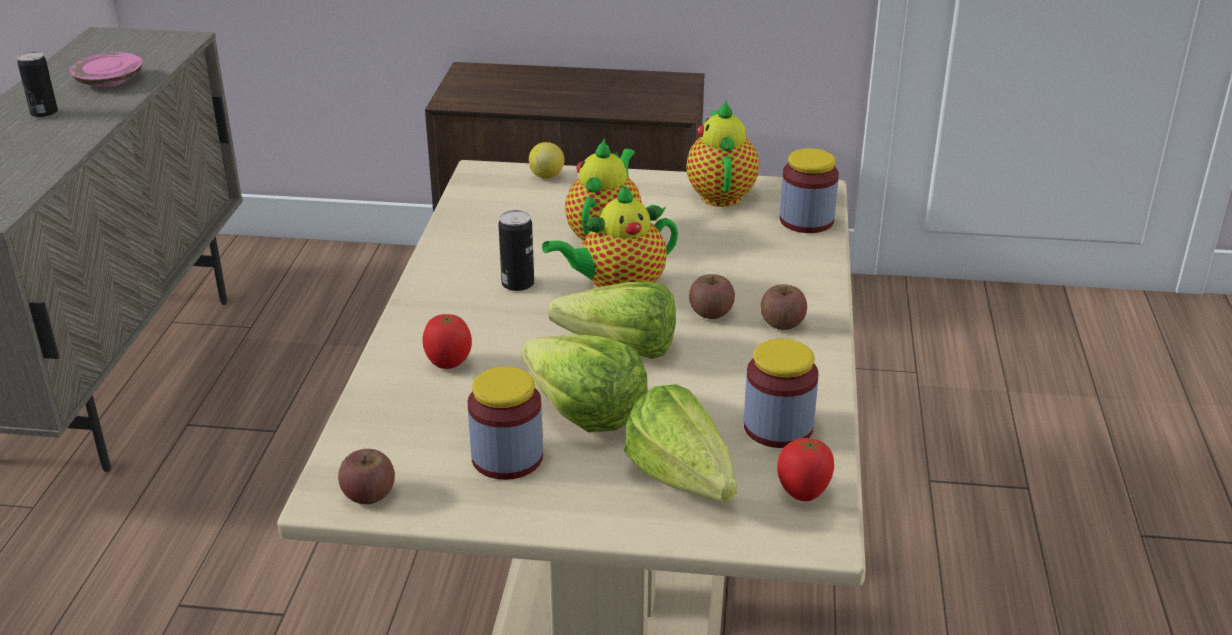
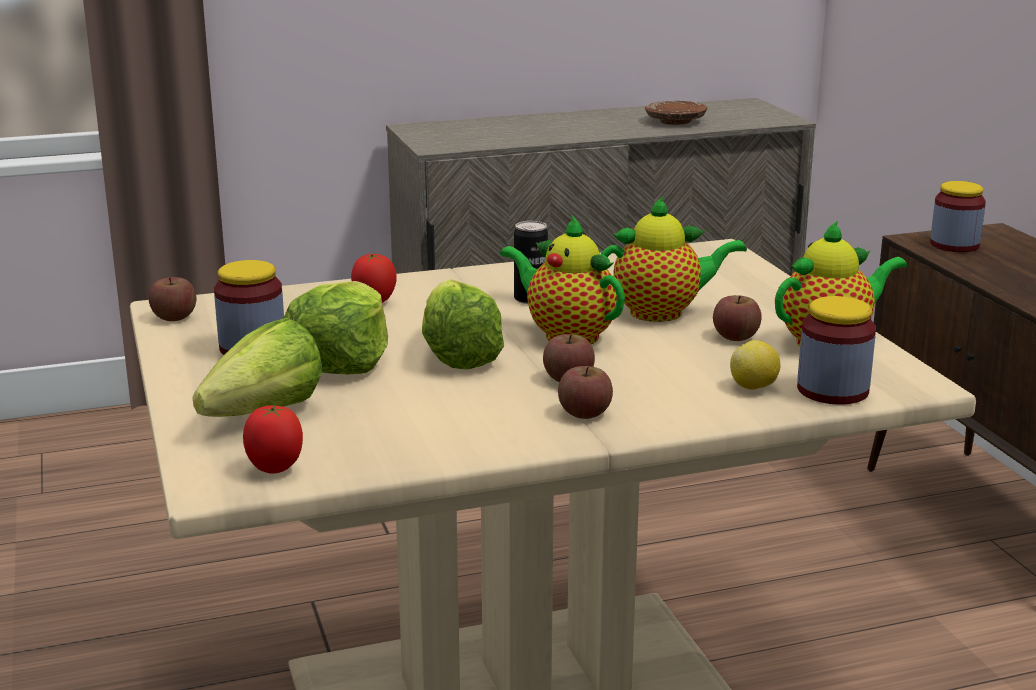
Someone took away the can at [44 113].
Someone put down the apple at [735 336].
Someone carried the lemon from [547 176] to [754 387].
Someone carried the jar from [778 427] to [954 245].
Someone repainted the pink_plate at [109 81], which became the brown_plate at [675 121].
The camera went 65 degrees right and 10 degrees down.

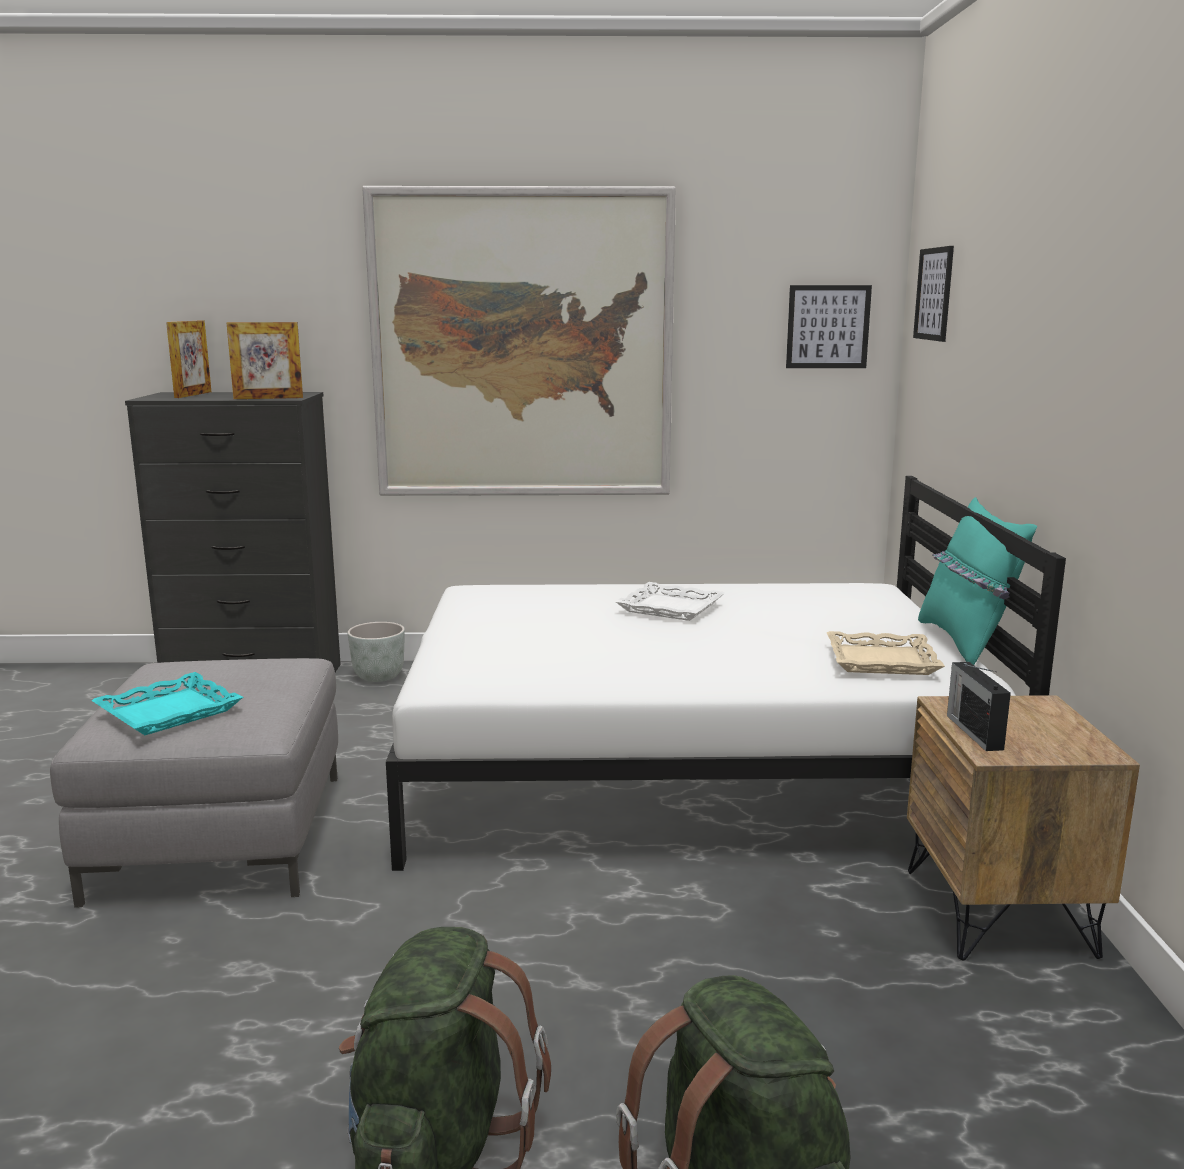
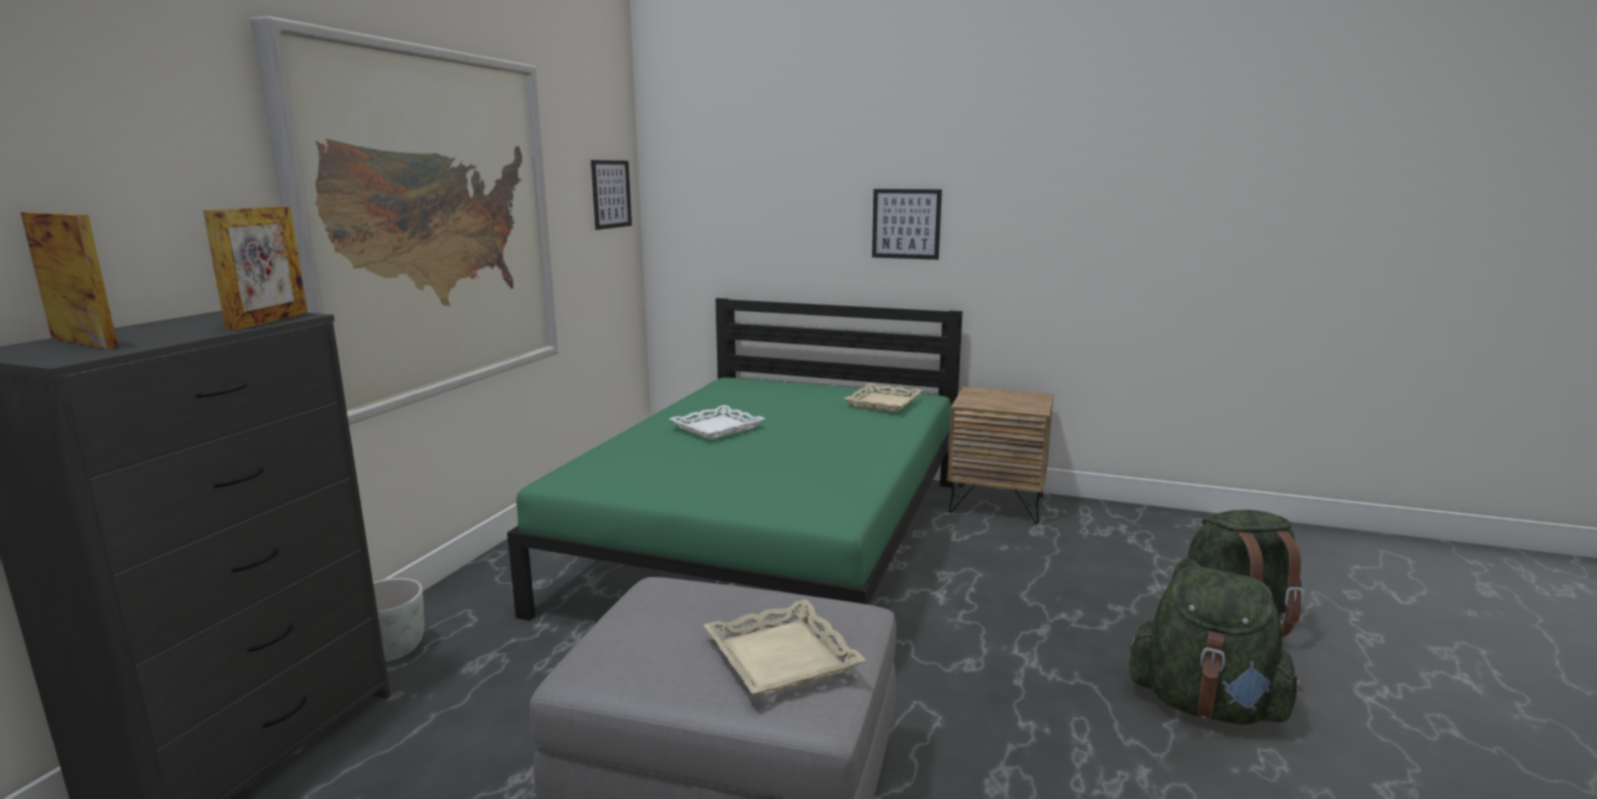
Someone took away the turquoise_pillow at [966 642].
Someone took away the radio at [973 731].
Someone carried the picture from [934 294] to [906 224].
Someone repainted the turquoise_tray at [169 712], which became the beige_tray at [780 657].
Someone repainted the white_bed at [687 768], which became the green_bed at [773 540].
The camera went 70 degrees left and 0 degrees up.

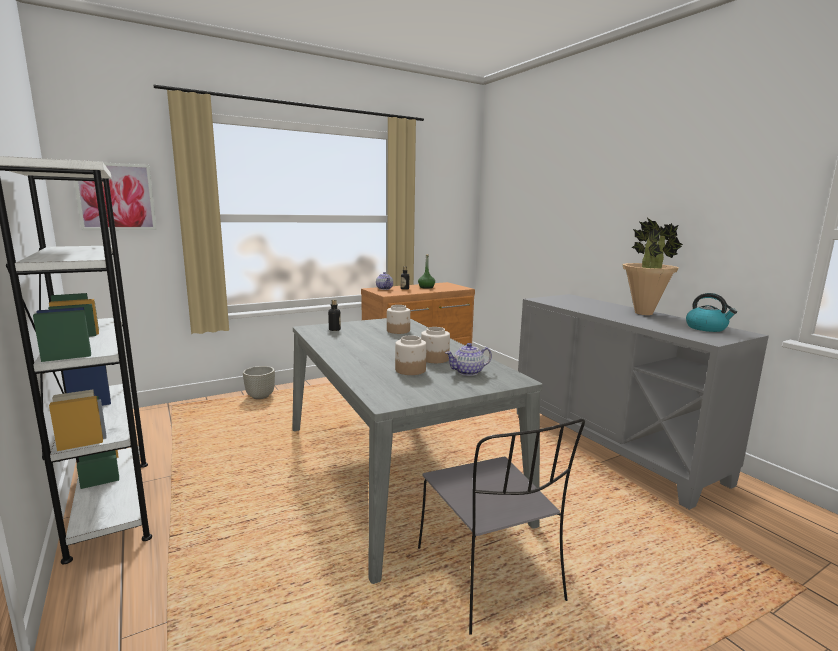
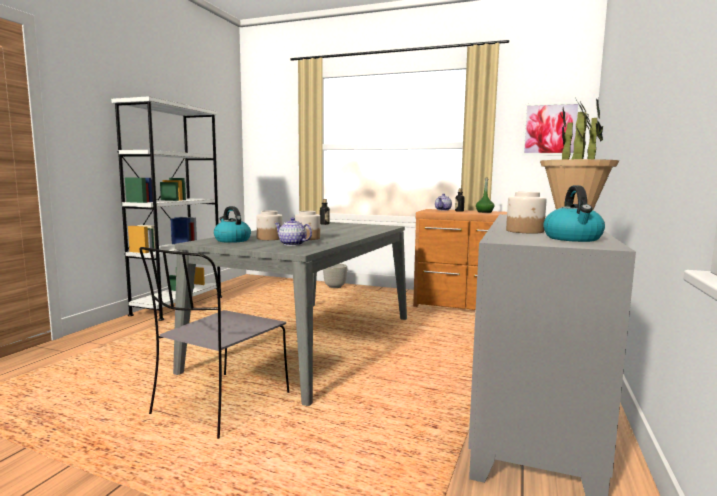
Someone put down the kettle at [232 240].
Someone carried the picture from [116 197] to [550 129].
Someone carried the jar from [398 331] to [525 231].
The camera went 50 degrees right and 5 degrees down.

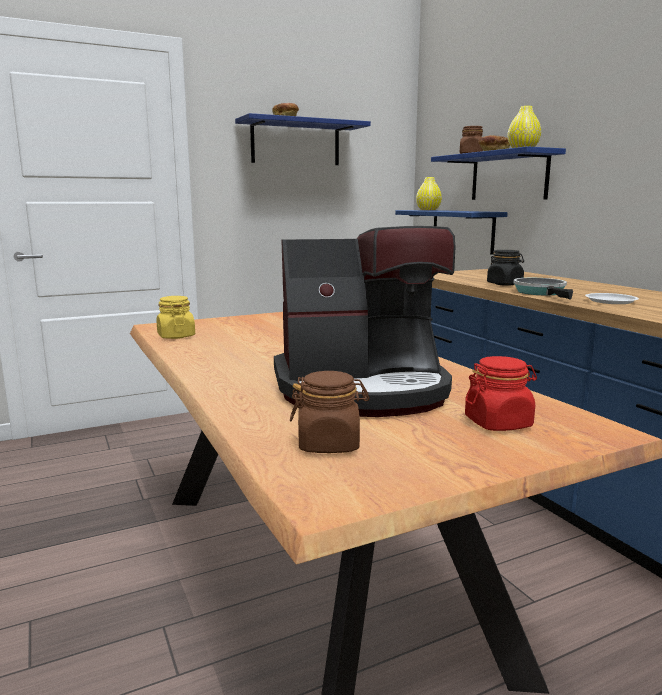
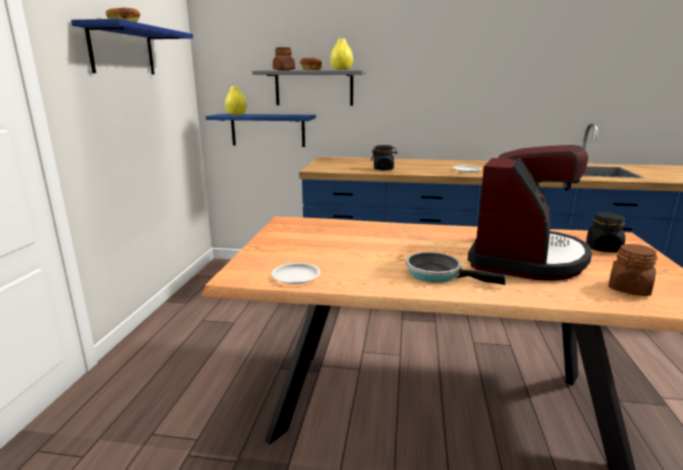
Someone carried the frying_pan from [541 293] to [438 274].
Someone swapped the yellow_jar at [176 336] for the white_plate at [296 276].
Someone repainted the blue_shelf at [509 176], which became the grey_shelf at [314 88].
Someone repainted the red_jar at [498 423], which became the black_jar at [603 248].
The camera went 55 degrees left and 5 degrees up.

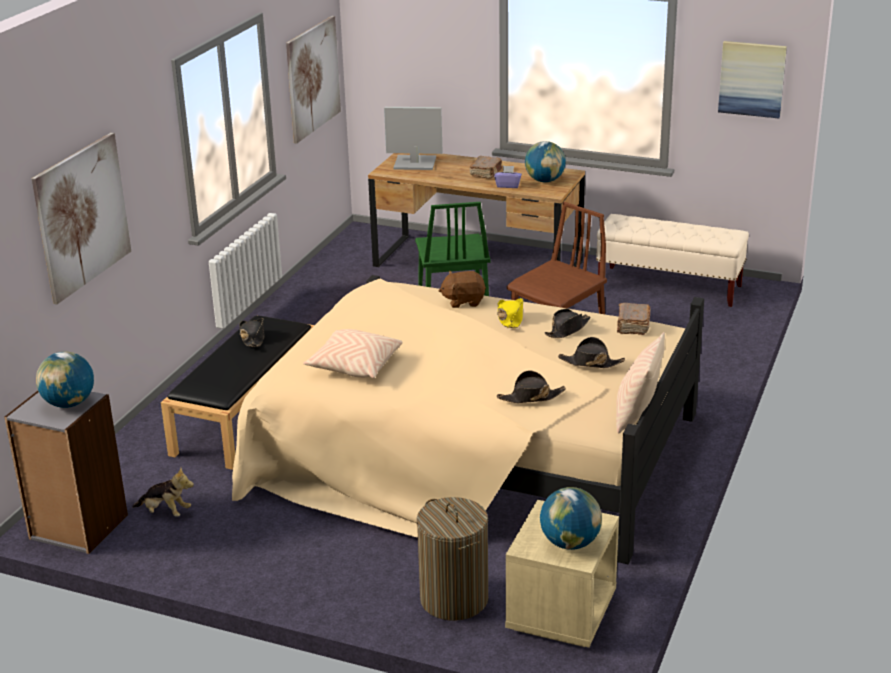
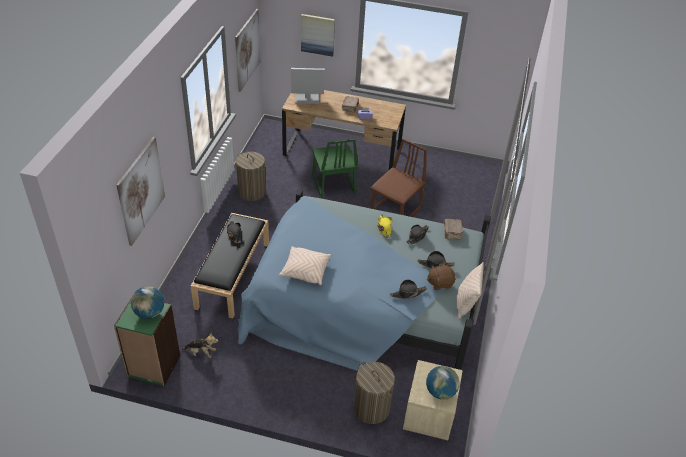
Someone took away the globe at [545 180].
Someone took away the beige_bench at [669 287].
Someone put down the laundry_basket at [252 192].
Someone carried the brown_plush_toy from [463 301] to [440 283].
Someone carried the picture from [752 79] to [317 34].
Someone repainted the grey_bookcase at [78 527], which became the green_bookcase at [153 366].
Someone repainted the beige_bed at [472 454], which became the blue_bed at [363 301].
The camera went 10 degrees left and 15 degrees up.

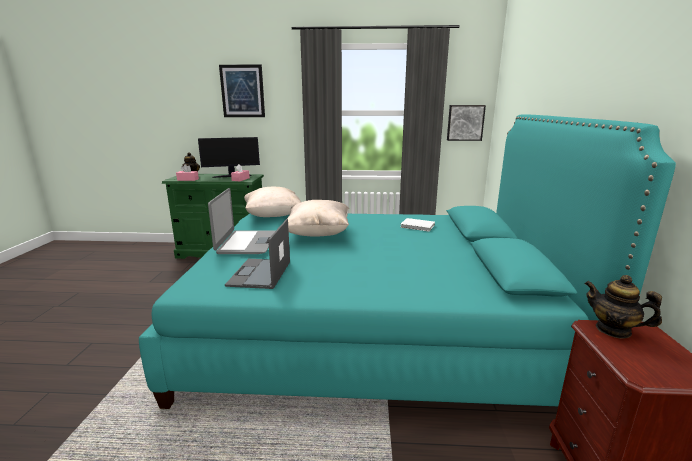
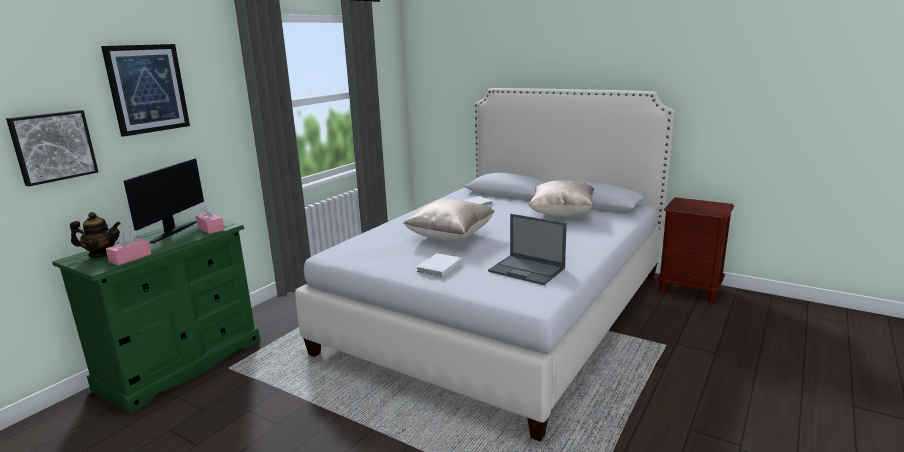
Someone took away the teapot at [613 330].
Someone carried the beige_pillow from [273 216] to [562 214].
Someone carried the picture from [465 123] to [53 146].
Someone swapped the laptop at [247 243] for the white_book at [438 267].
Someone repainted the turquoise_bed at [371 330], which became the white_bed at [502 310].
The camera went 60 degrees left and 0 degrees up.

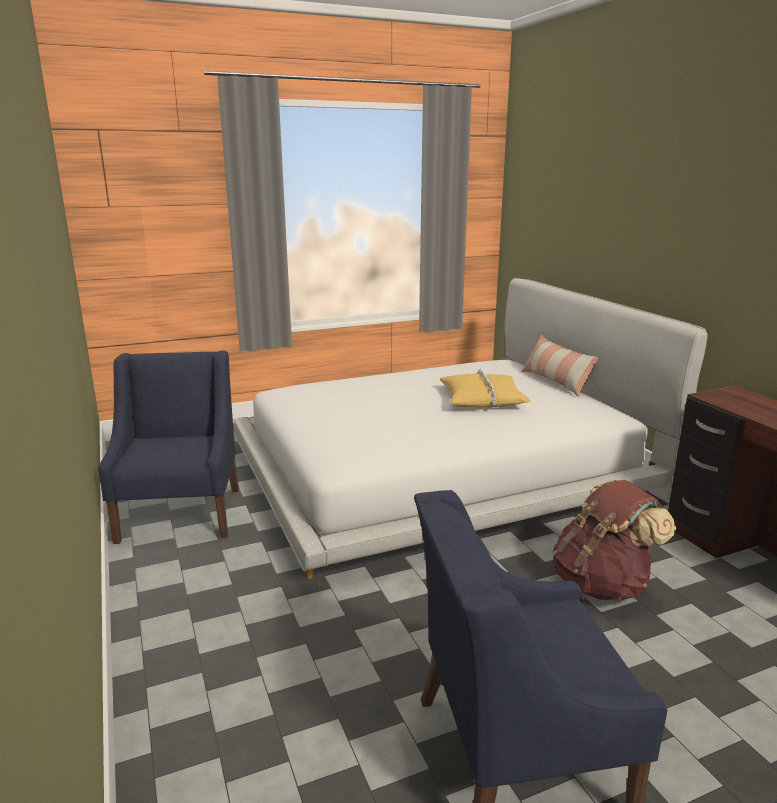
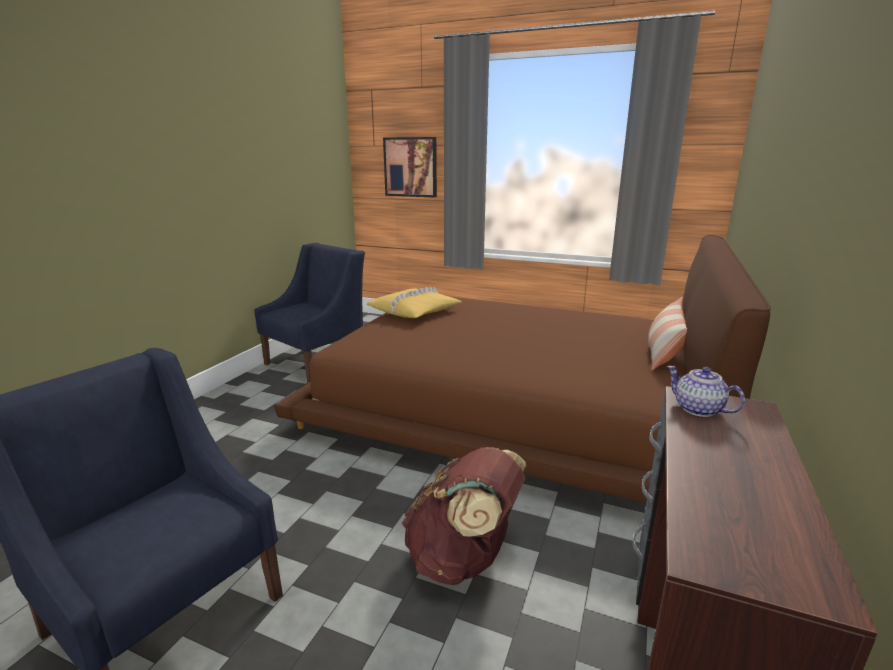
Someone put up the picture at [410 167].
Someone put down the teapot at [698 409].
Someone carried the yellow_pillow from [482 399] to [415 311].
Someone repainted the white_bed at [442 472], which became the brown_bed at [513 405].
The camera went 45 degrees right and 0 degrees up.

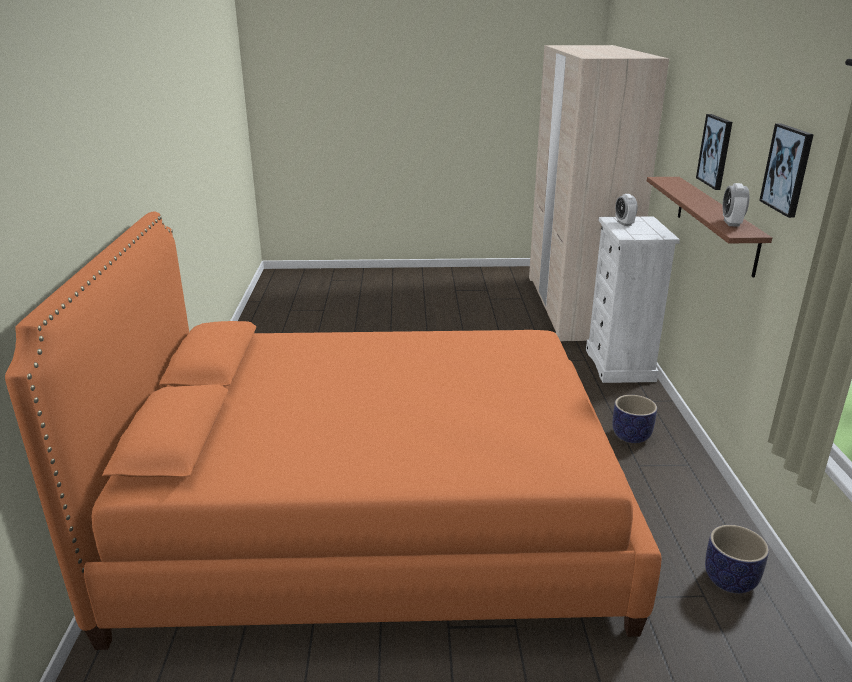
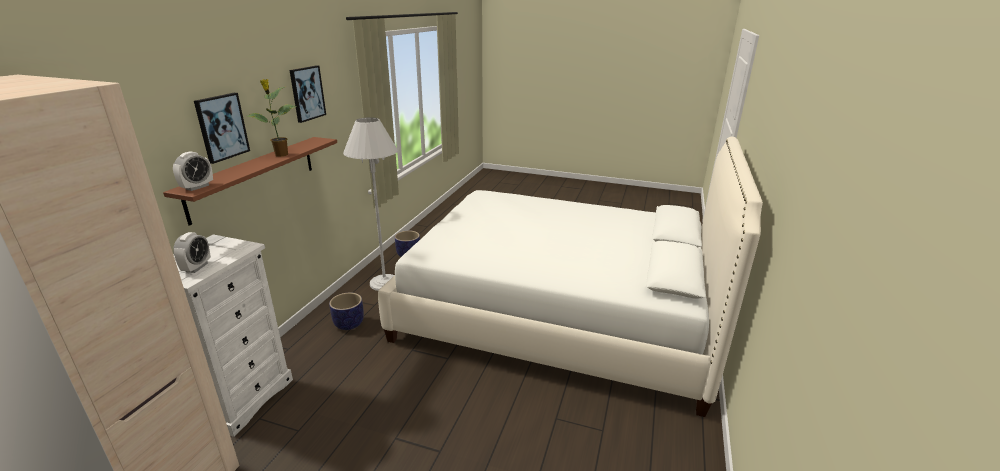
Someone put down the potted_plant at [281 155].
Someone put down the white_floor_lamp at [384 283].
Someone carried the alarm_clock from [731 223] to [197 187].
Someone repainted the orange_bed at [373 516], which became the white_bed at [558 313].
The camera went 160 degrees left and 0 degrees up.

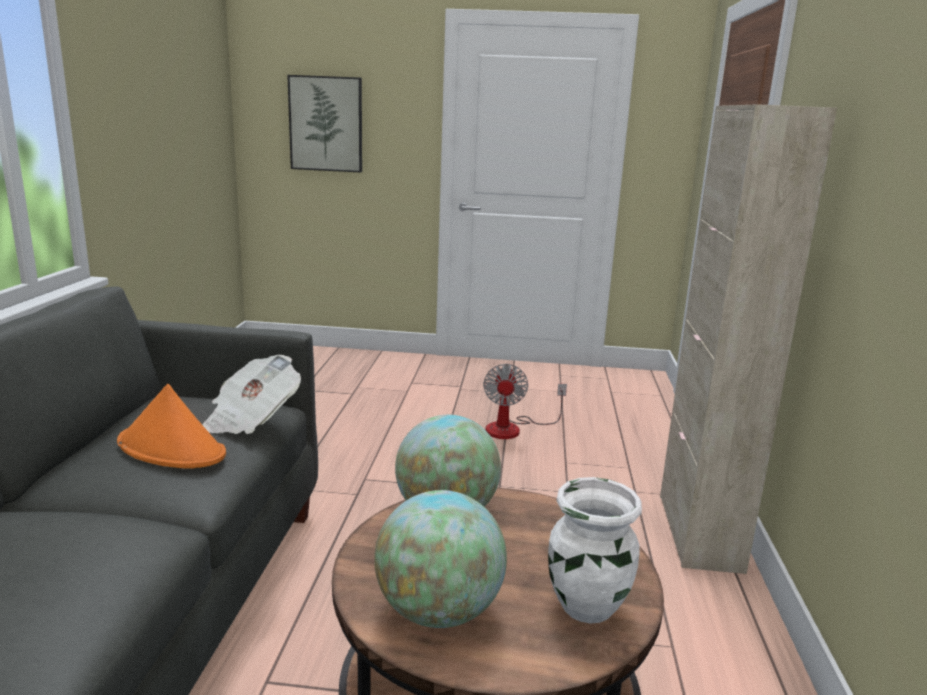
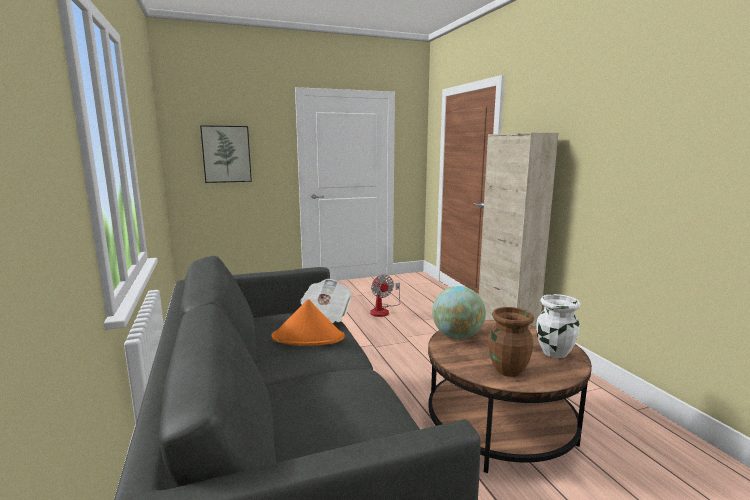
Someone swapped the globe at [438 612] for the brown_vase at [508 370].
The camera went 25 degrees left and 5 degrees down.

